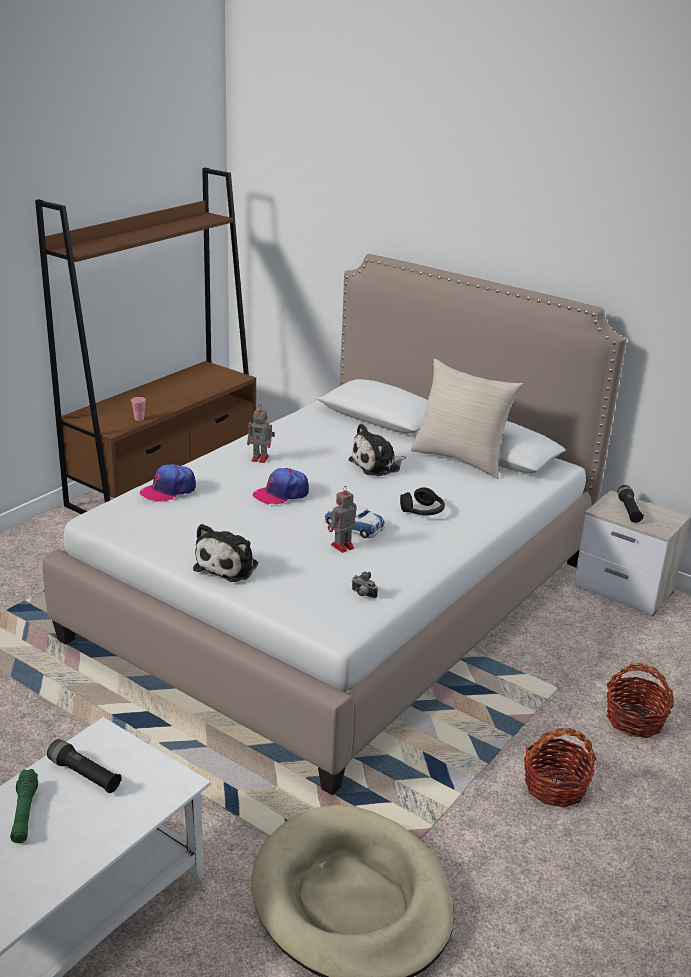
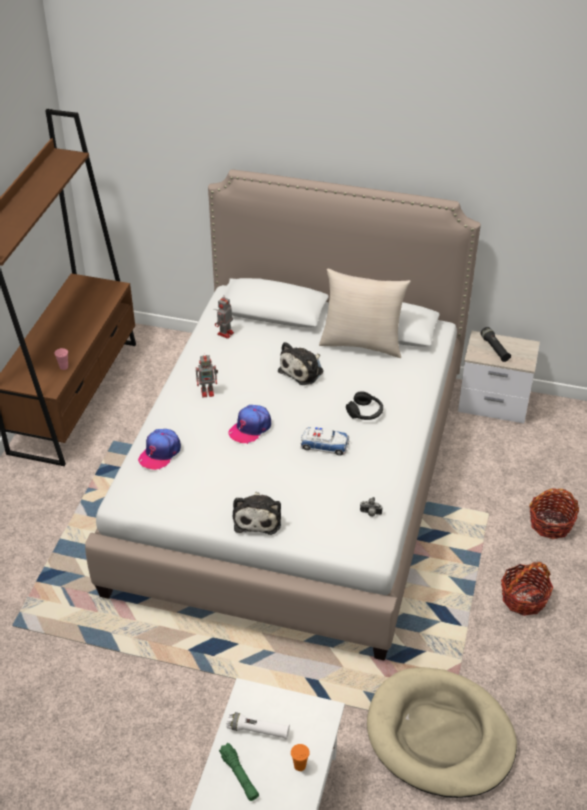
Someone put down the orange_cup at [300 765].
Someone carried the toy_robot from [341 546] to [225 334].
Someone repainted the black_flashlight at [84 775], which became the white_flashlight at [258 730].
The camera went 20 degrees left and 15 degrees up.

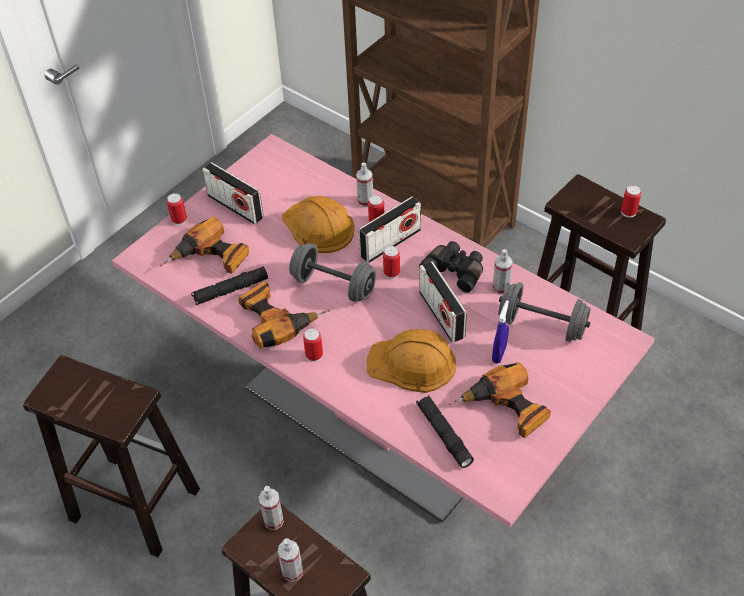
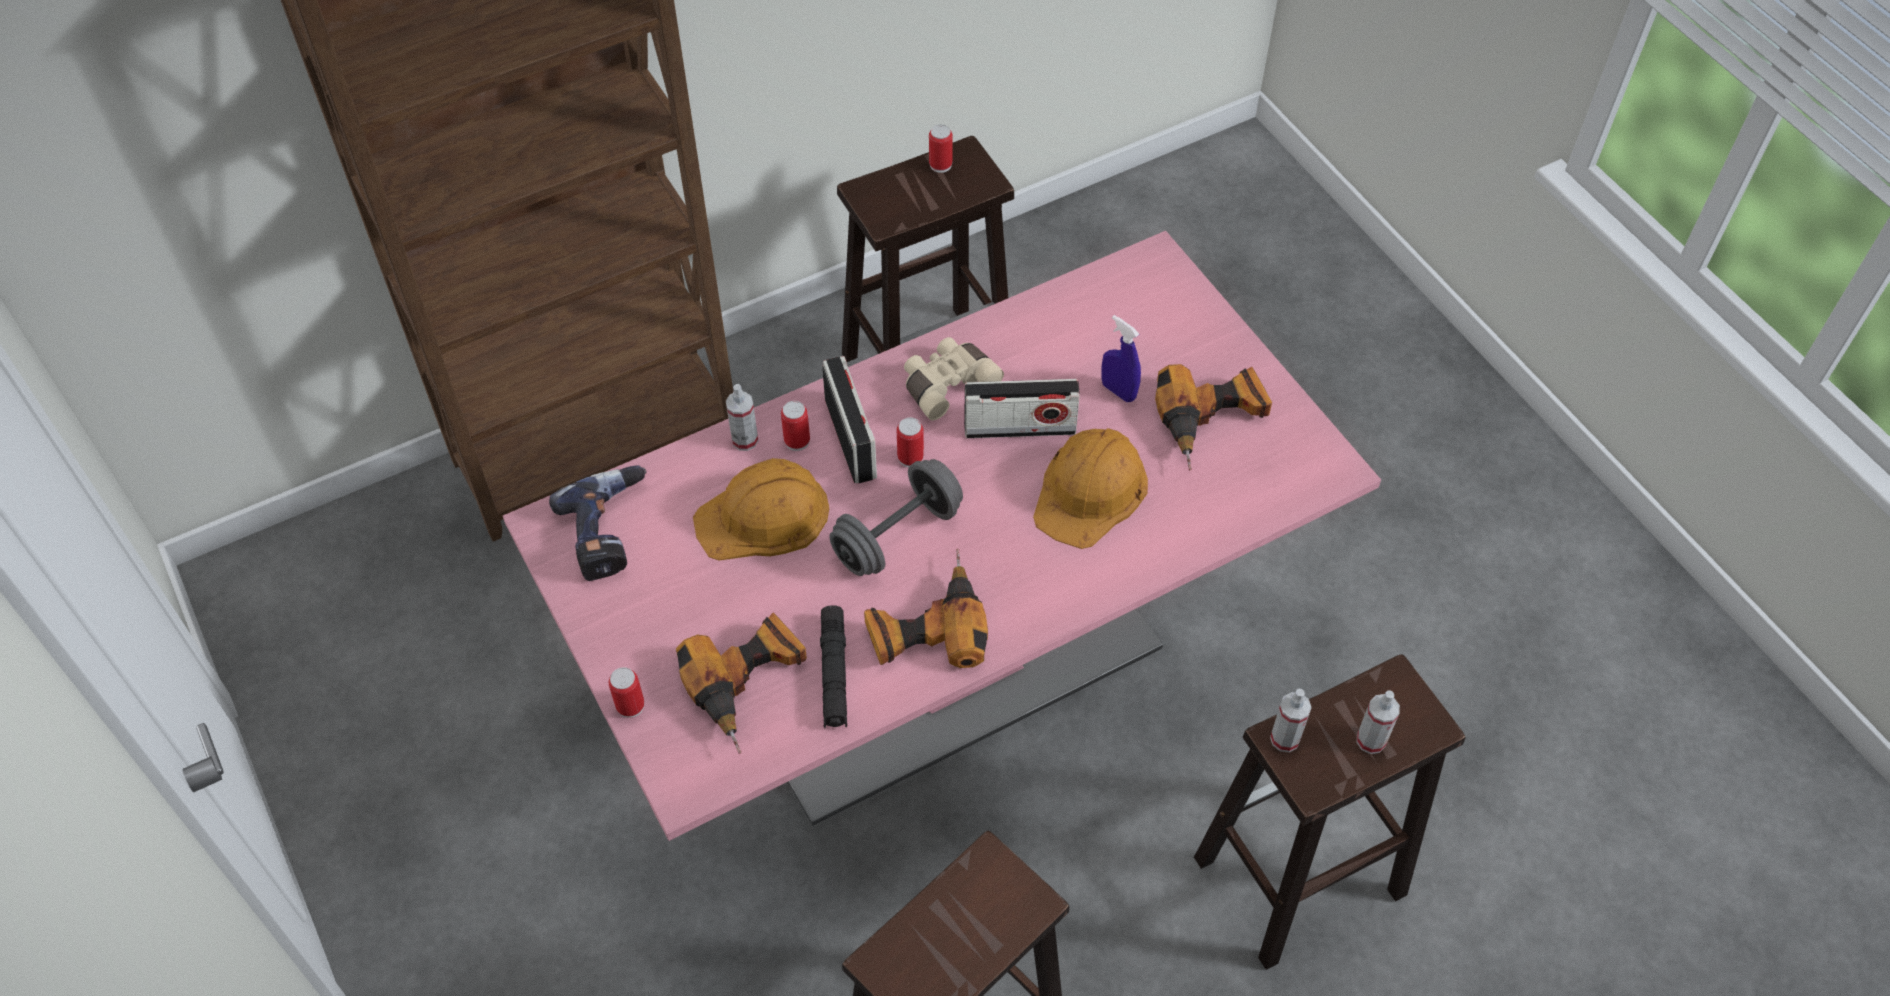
Someone took away the radio at [235 206].
Someone took away the can at [314 355].
Someone took away the black_flashlight at [444 434].
Someone took away the spray_bottle at [501 288].
Someone took away the grey_dumbbell at [542 325].
Someone put down the power_drill at [610 530].
Someone repainted the black_binoculars at [455 270], which became the beige_binoculars at [947 383].
The camera went 70 degrees left and 5 degrees up.

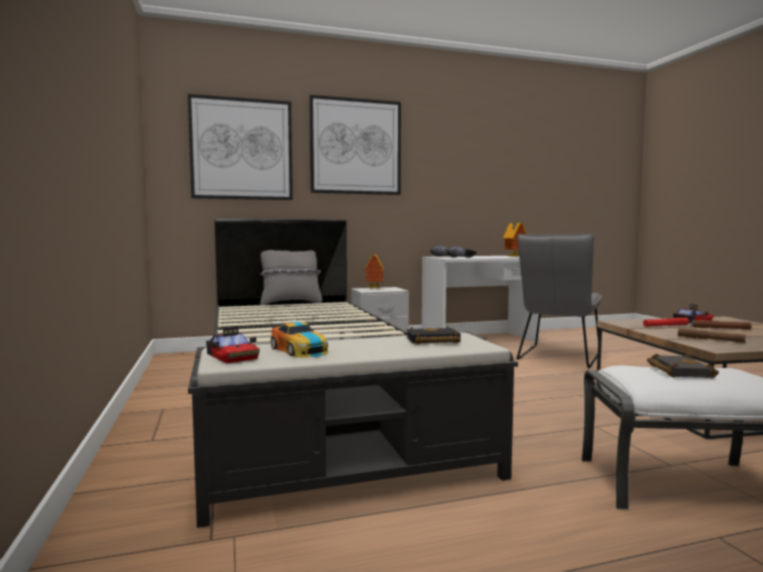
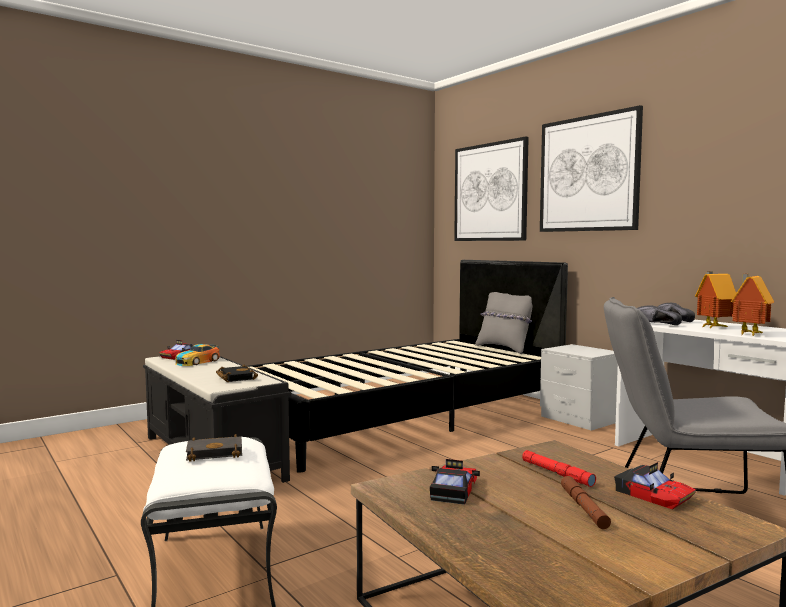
Someone carried the toy_house from [373 289] to [712 327].
Someone swapped the brown_flashlight at [710 339] for the toy_car at [453 490].
The camera went 70 degrees right and 0 degrees up.

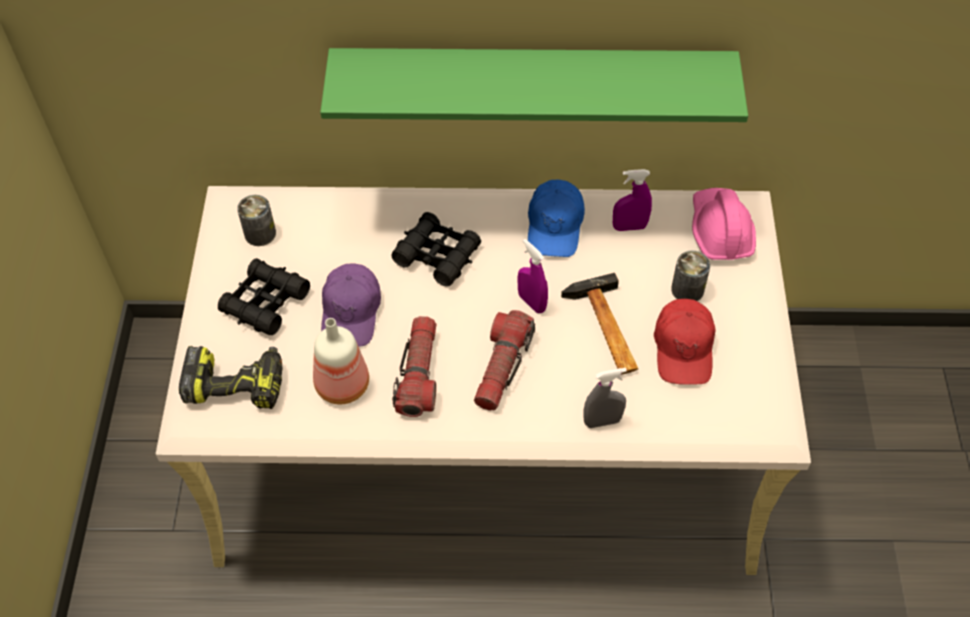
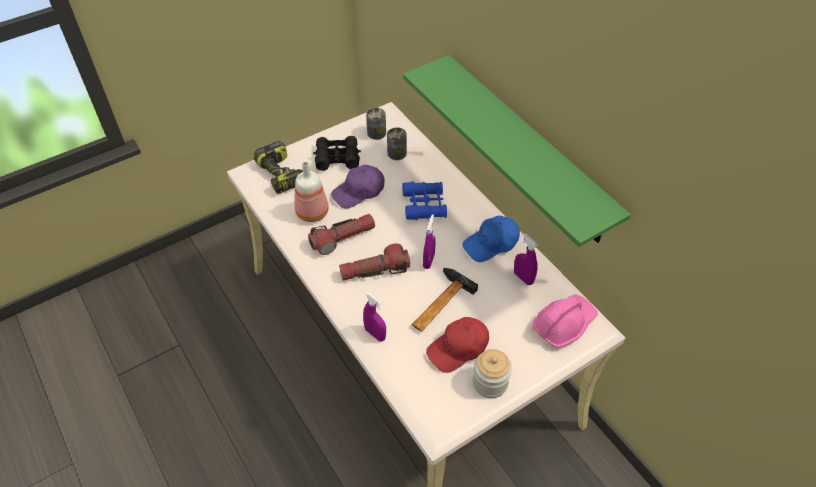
Someone put down the jar at [490 383].
Someone carried the can from [687 289] to [397 153].
Someone repainted the black_binoculars at [437 255], which became the blue_binoculars at [424 205].
Someone repainted the grey_spray_bottle at [602 421], which became the purple_spray_bottle at [375 334].
The camera went 55 degrees right and 5 degrees down.

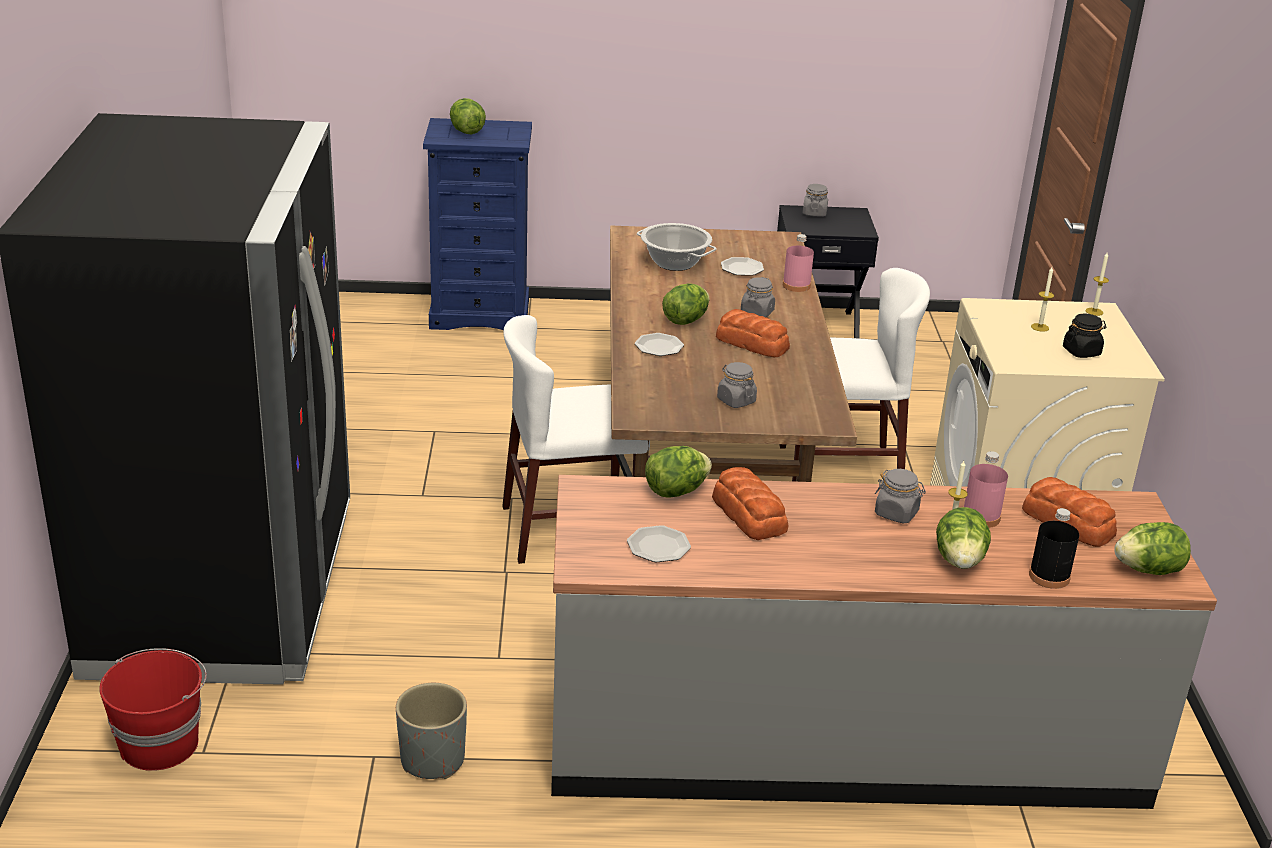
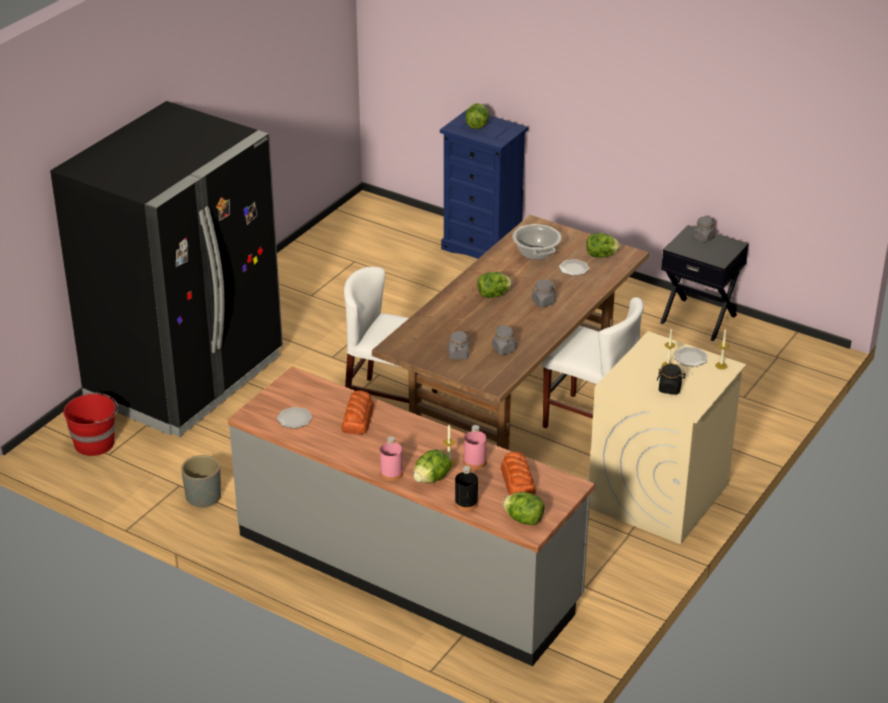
Someone took away the bread at [752 344].
Someone carried the plate from [659 346] to [690 358].
Someone carried the lettuce from [676 491] to [601 255].
Someone carried the pink_bottle from [796 285] to [391 473].
Someone carried the grey_jar from [896 513] to [504 349].
The camera went 35 degrees right and 5 degrees up.

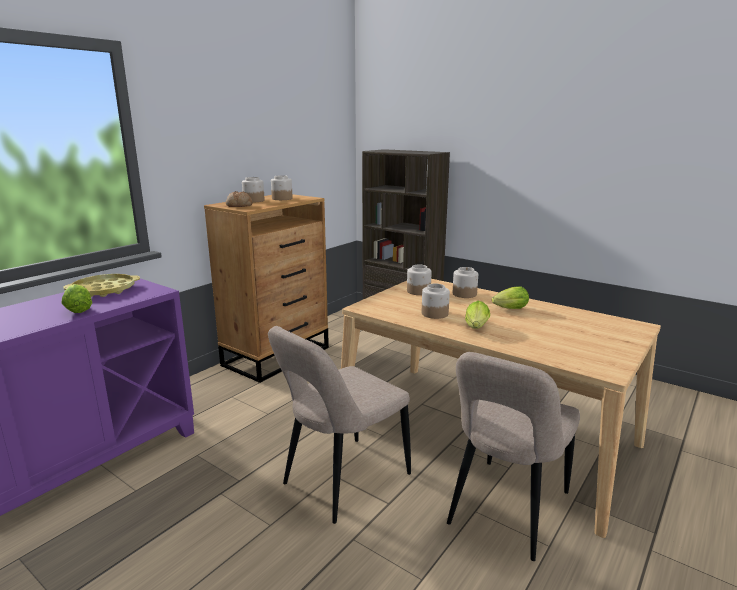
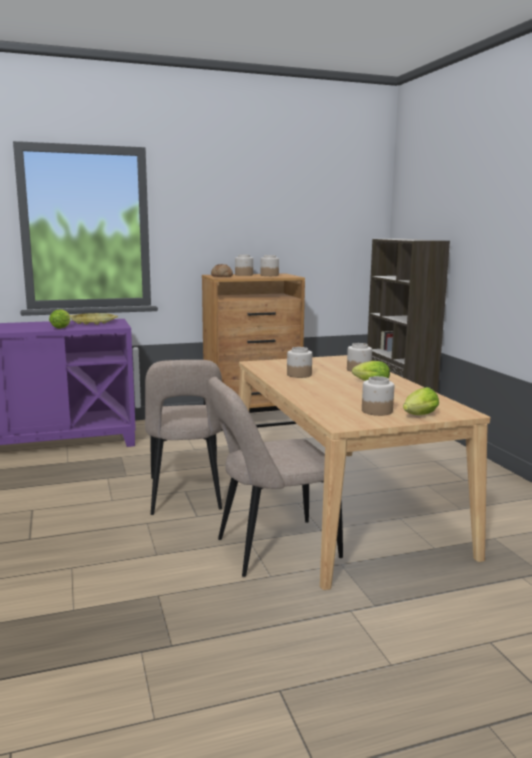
Someone carried the jar from [418 291] to [376 411].
Someone carried the lettuce from [476 328] to [418 416].
Someone rotated the beige_chair at [342 481] by 90 degrees counterclockwise.
The camera went 35 degrees right and 5 degrees down.

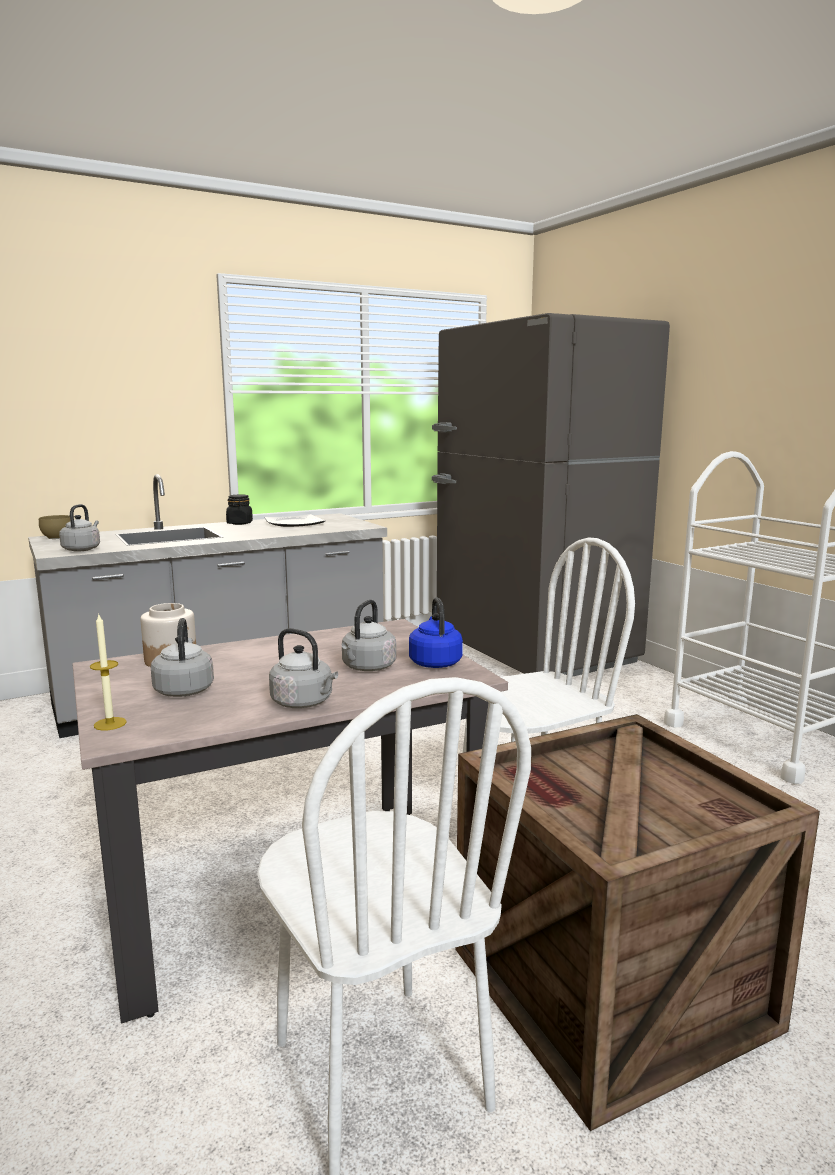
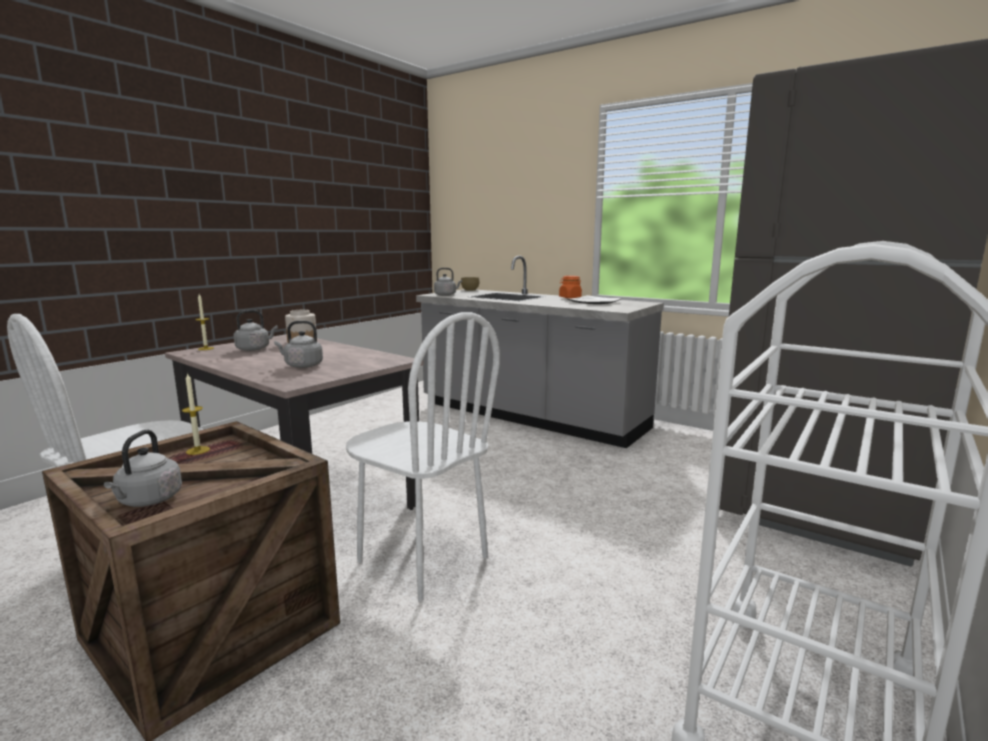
Someone took away the blue_kettle at [434 662].
Someone put down the candle at [198 450].
Someone carried the grey_kettle from [304 703] to [148 501].
Someone repainted the black_jar at [239 523], which became the orange_jar at [570 297].
The camera went 65 degrees right and 0 degrees up.

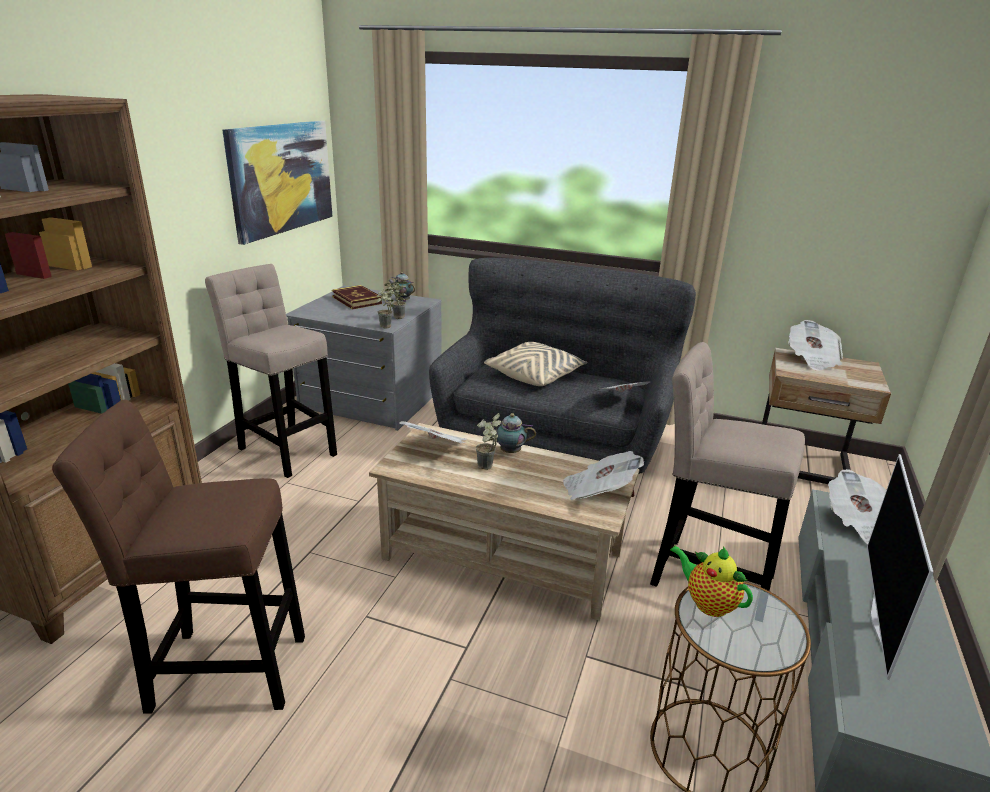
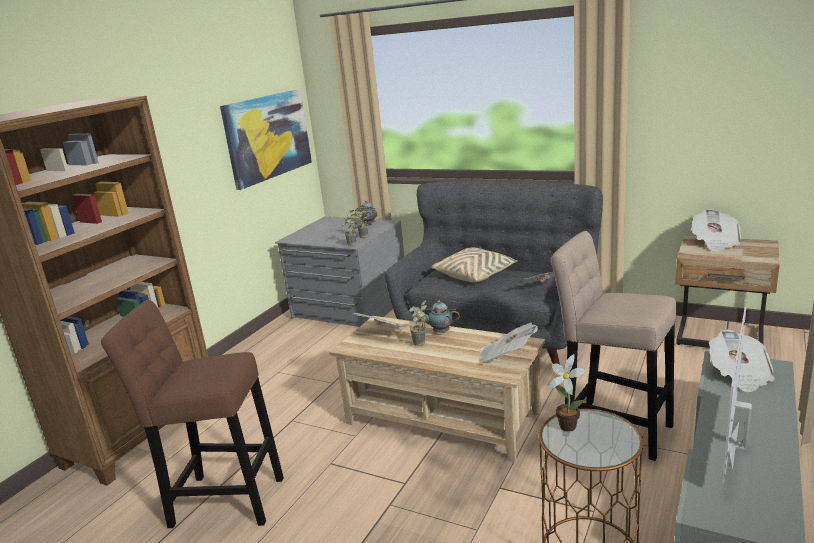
Someone took away the beige_stool at [285 449].
Someone took away the book at [356 300].
Someone swapped the teapot at [707 603] for the potted_plant at [566 425].
The camera went 10 degrees right and 5 degrees down.

